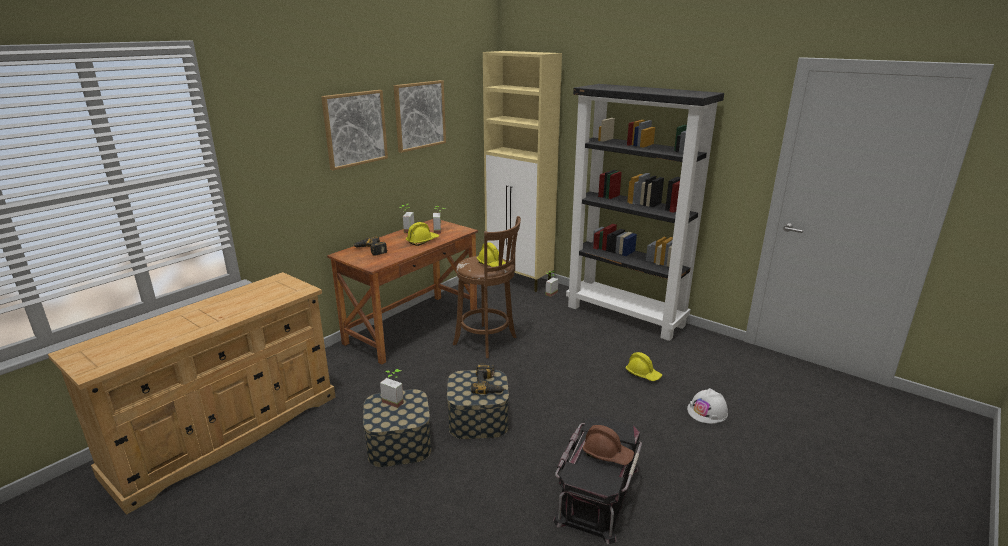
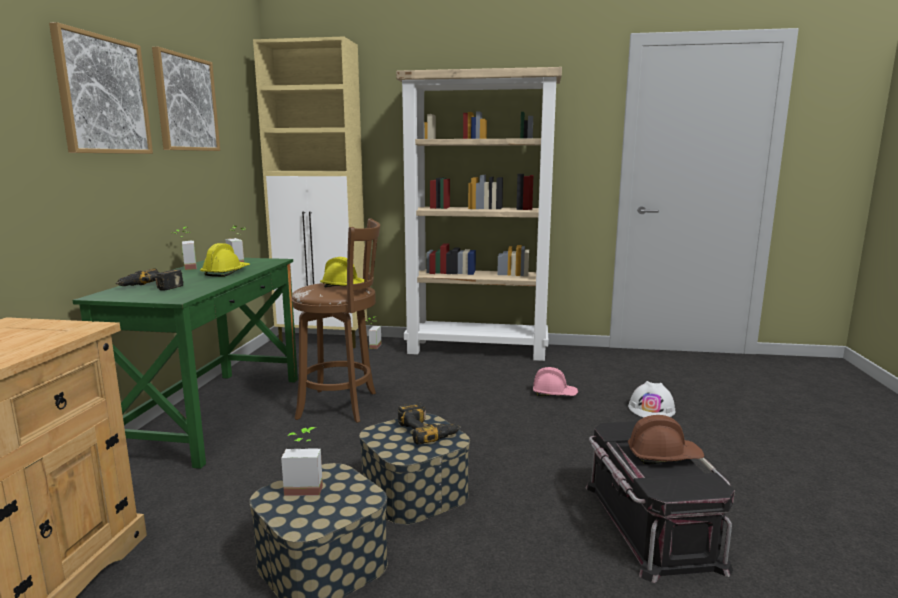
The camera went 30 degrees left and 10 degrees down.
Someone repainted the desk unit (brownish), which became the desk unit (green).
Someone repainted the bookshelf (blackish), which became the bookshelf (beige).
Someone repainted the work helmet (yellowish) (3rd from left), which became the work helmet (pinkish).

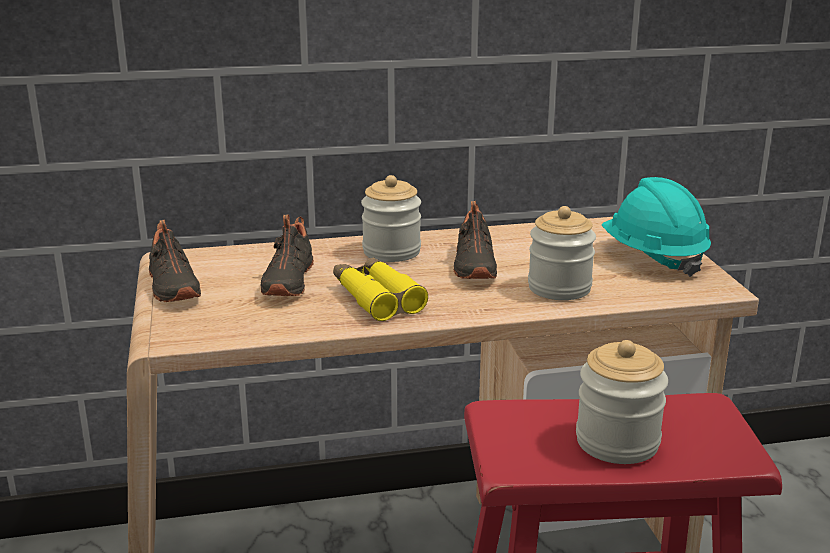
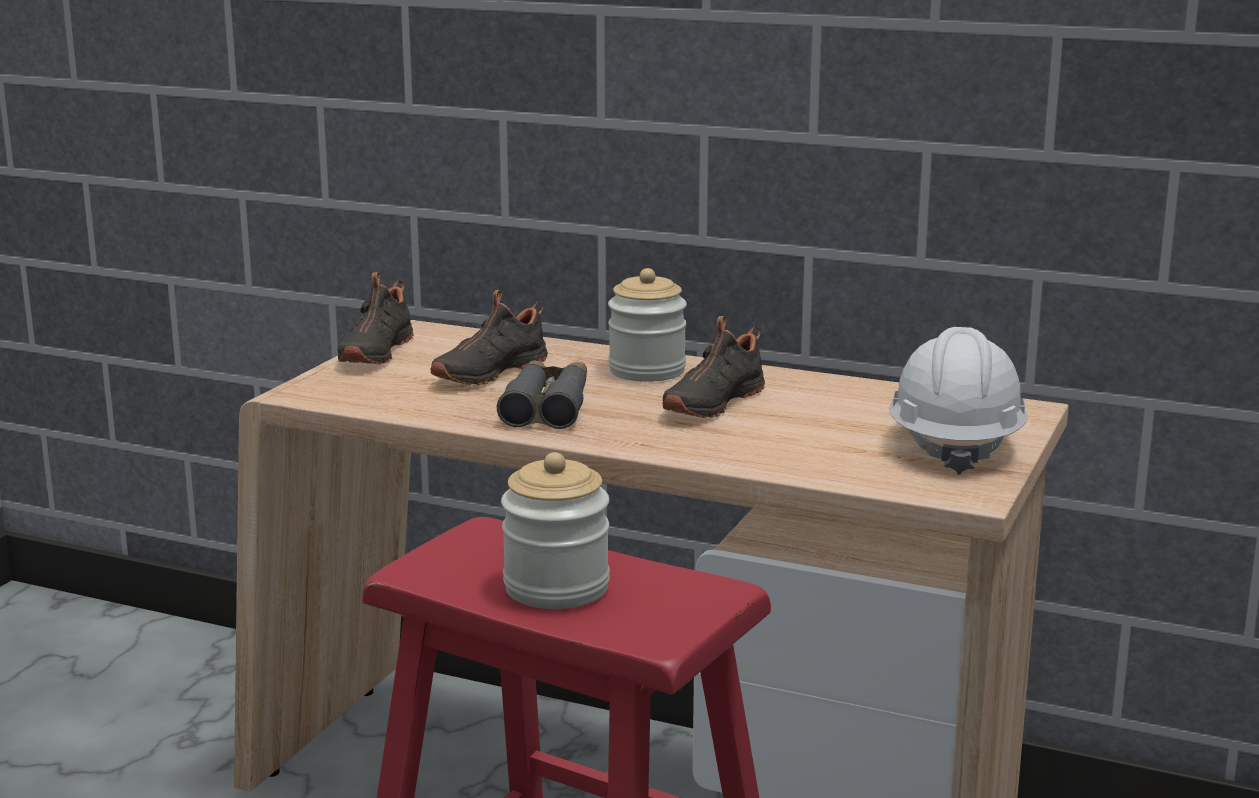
The camera went 35 degrees right and 5 degrees down.
Someone repainted the pair of binoculars (yellowish), which became the pair of binoculars (grey).
Someone repainted the work helmet (turquoise-coloured), which became the work helmet (white).
Someone took away the jar (2nd from left).

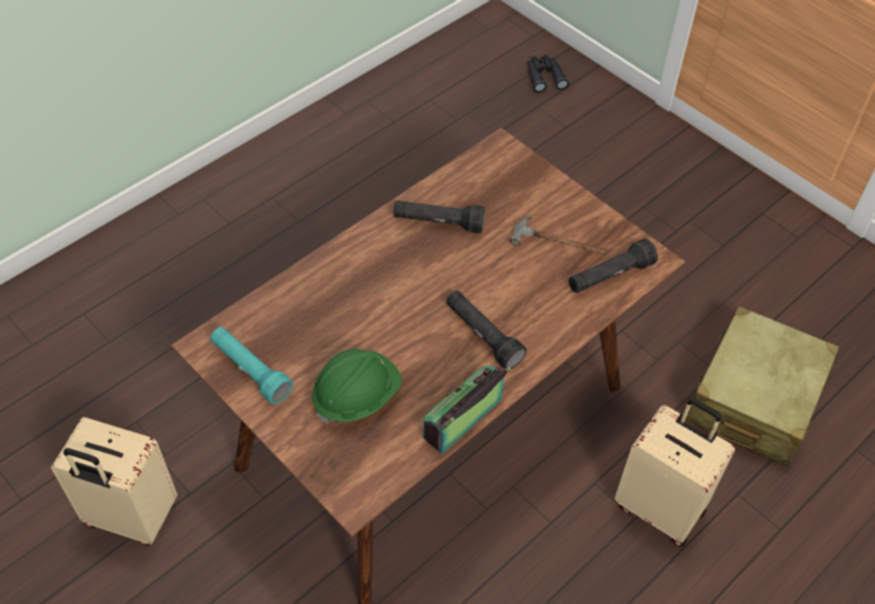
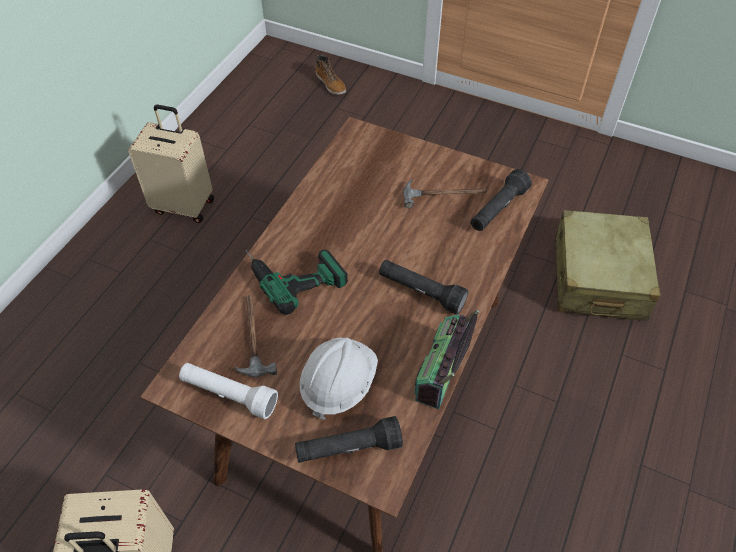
The camera went 20 degrees left and 0 degrees up.
Someone carried the piece of luggage (beige) (2nd from left).
Someone repainted the hand torch (turquoise-coloured), which became the hand torch (white).
Someone put down the hammer (1st from left).
Someone put down the drill.
Someone carried the hand torch (blackish) (1st from left).
Someone repainted the work helmet (green), which became the work helmet (white).
Someone swapped the pair of binoculars (blackish) for the tall boot.

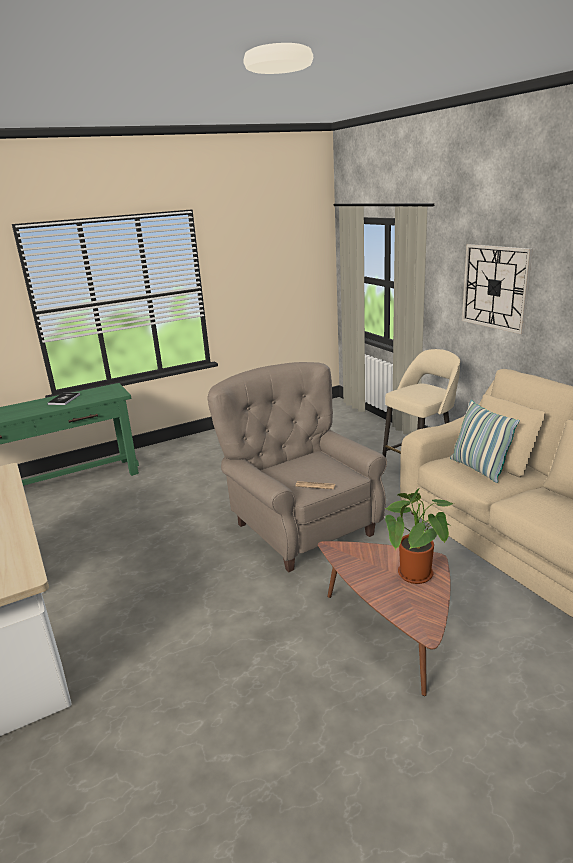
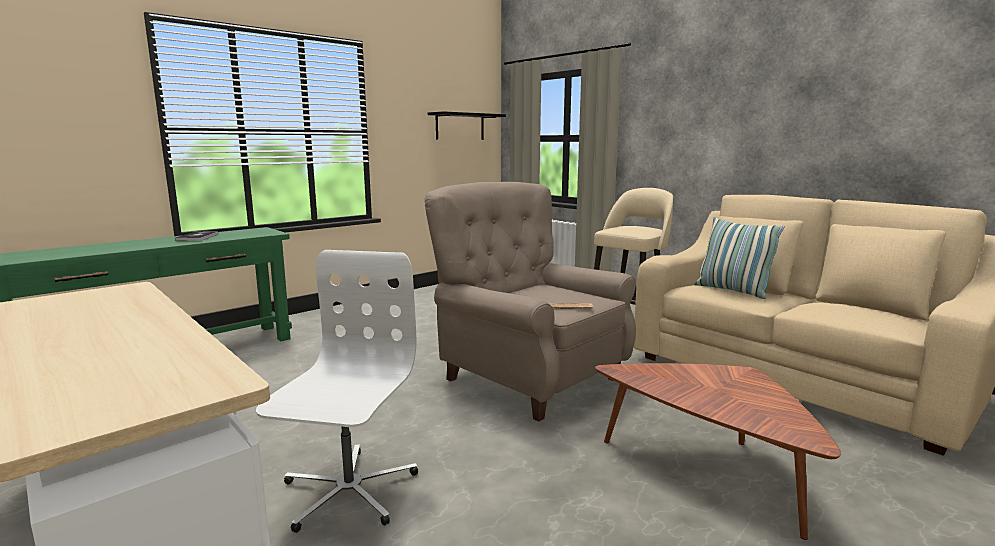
The camera went 15 degrees left and 10 degrees down.
Someone put down the office chair (white).
Someone put up the wall shelf (blackish).
Someone took away the houseplant.
Someone took away the wall clock.

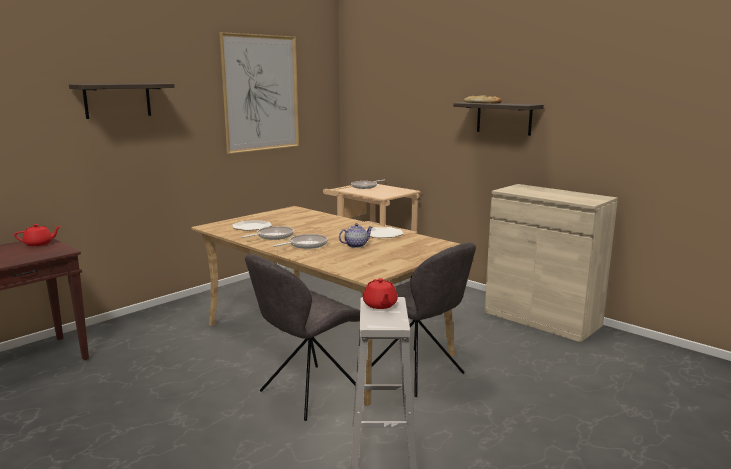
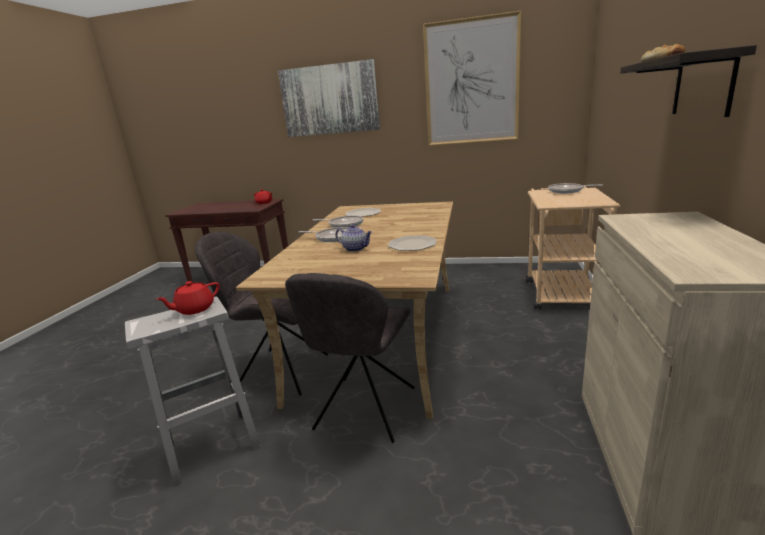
The camera went 60 degrees right and 5 degrees up.
Someone swapped the wall shelf (1st from left) for the picture (1st from left).

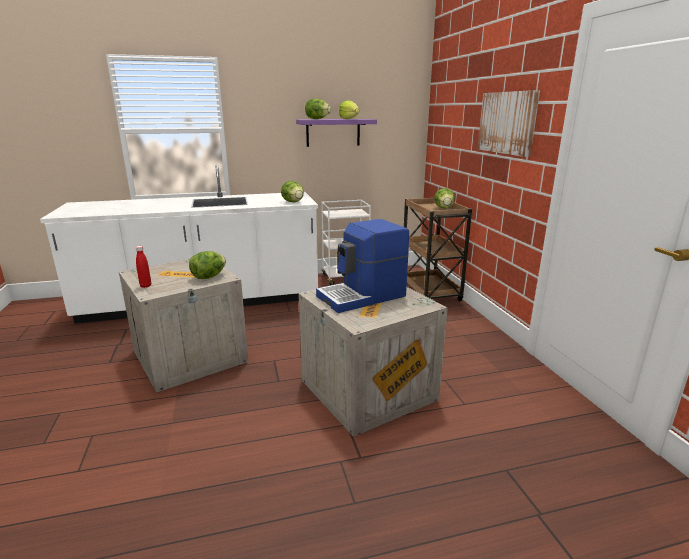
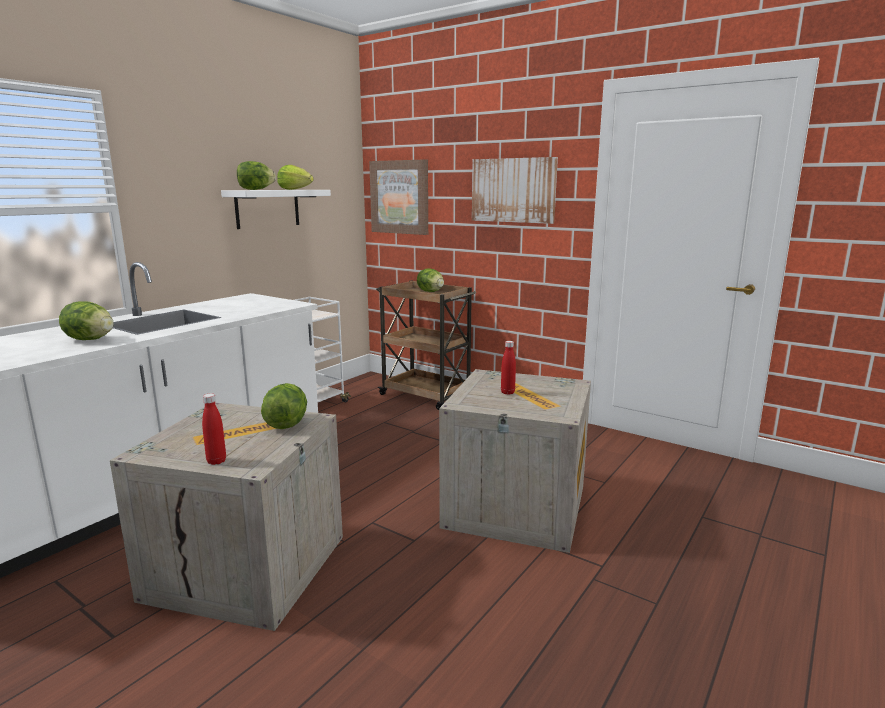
The camera went 40 degrees left and 5 degrees down.
Someone carried the head of lettuce (2nd from left in the first image).
Someone repainted the wall shelf (purple-coloured), which became the wall shelf (white).
Someone put up the picture (1st from left).
Someone swapped the coffee brewer for the drink bottle (red) (2nd from left).

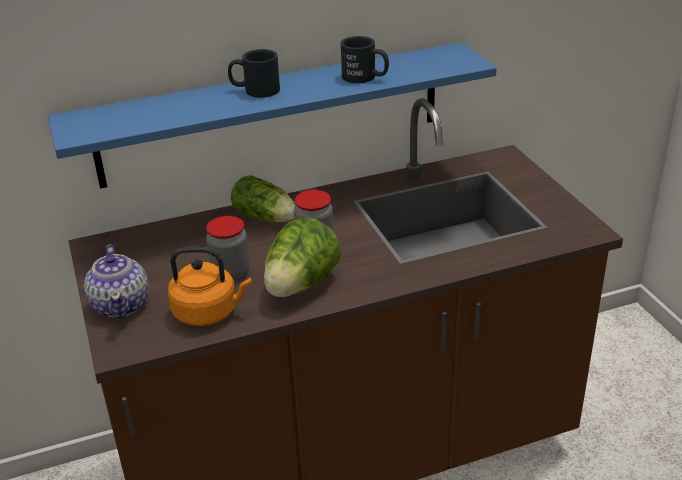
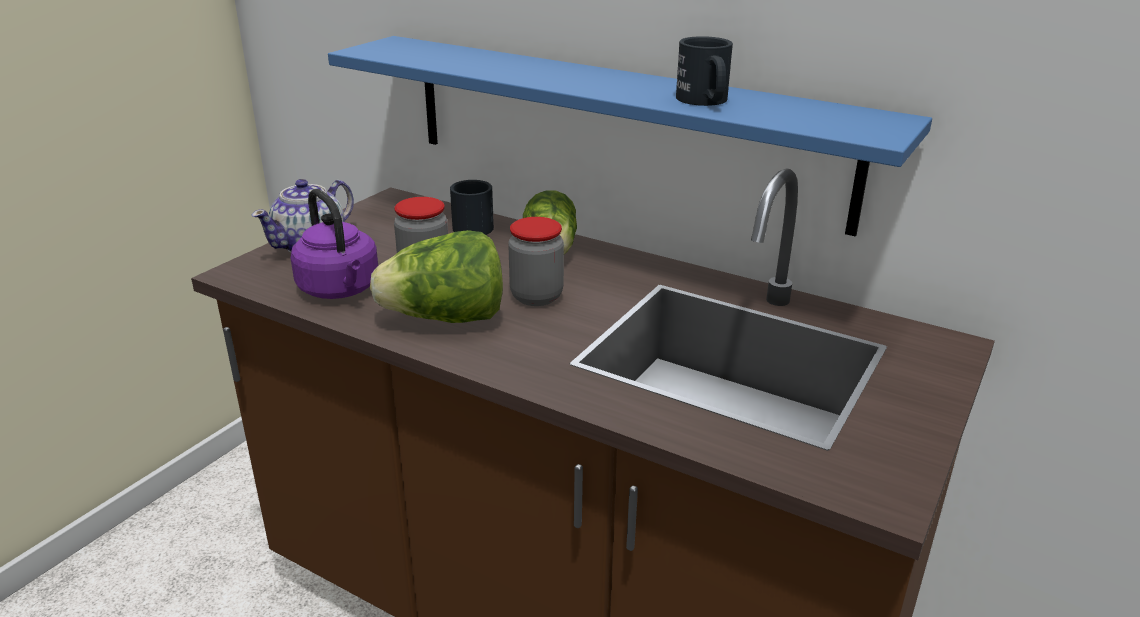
The camera went 50 degrees right and 5 degrees down.
Someone repainted the kettle (orange), which became the kettle (purple-coloured).
Someone carried the coffee mug (blackish) (1st from left).

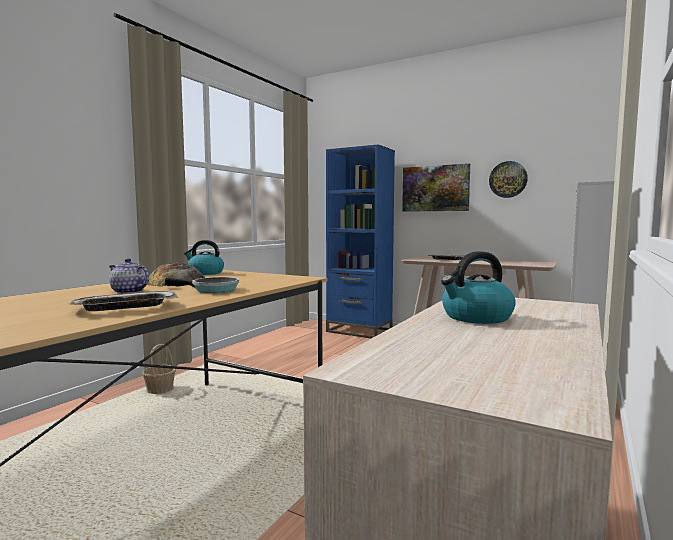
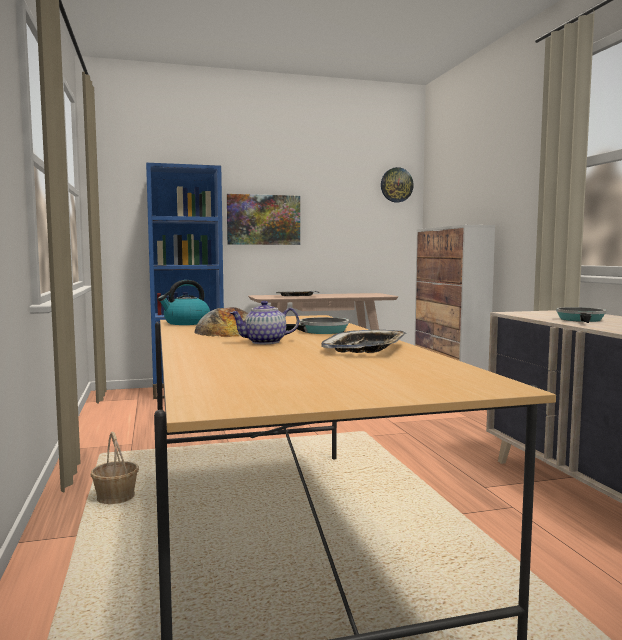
The camera went 45 degrees left and 0 degrees up.
Someone carried the wall clock.
Someone swapped the kettle (2nd from left) for the pan (2nd from left).

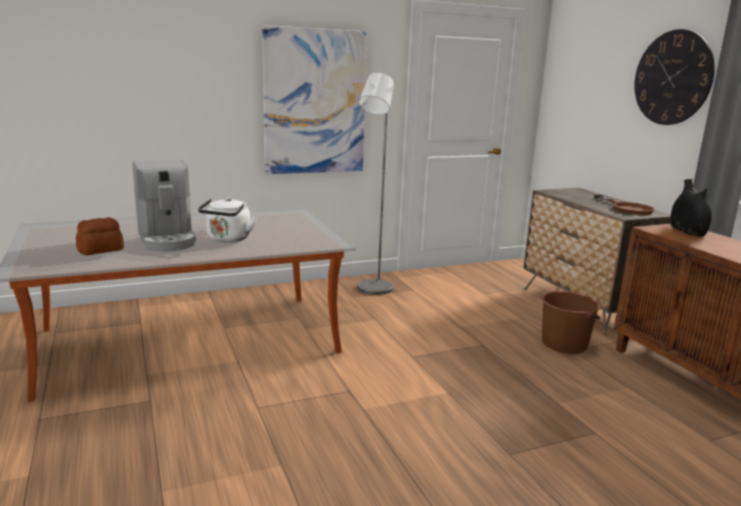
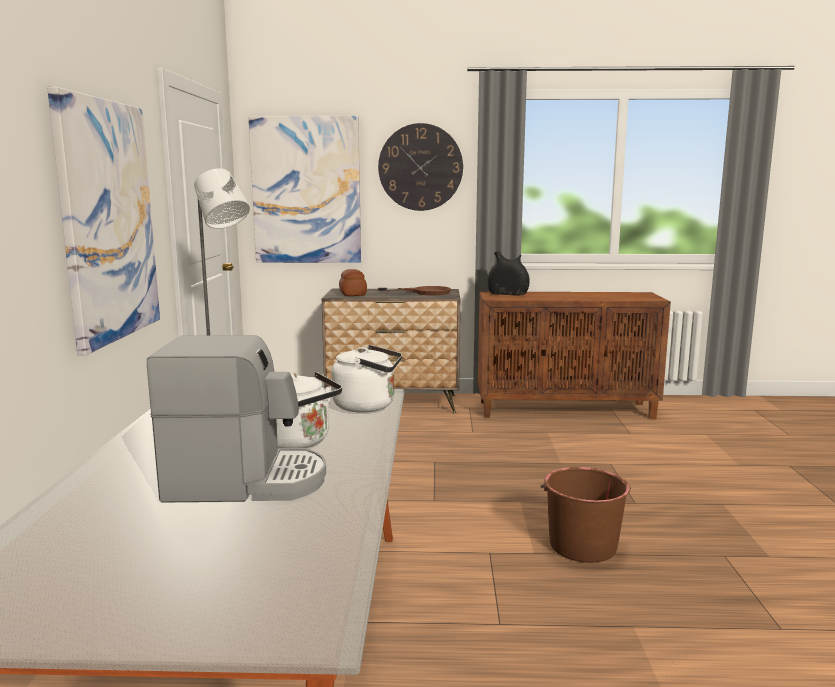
The camera went 65 degrees left and 5 degrees down.
Someone put up the picture (2nd from left).
Someone put down the kettle (white) (2nd from left).
Someone carried the baked bread.
Someone carried the bucket (brownish).

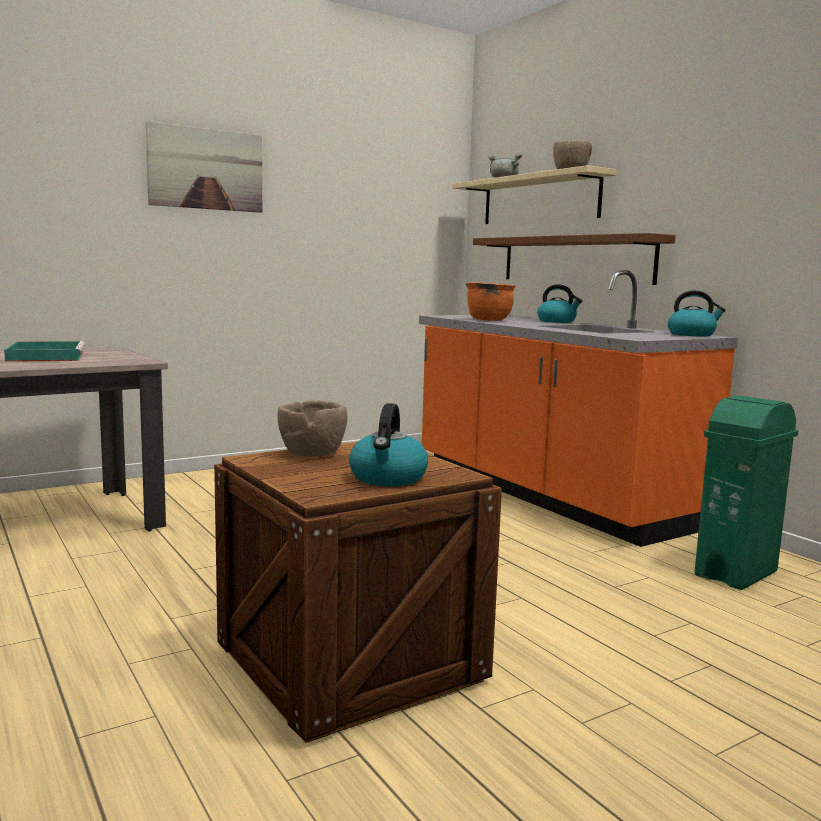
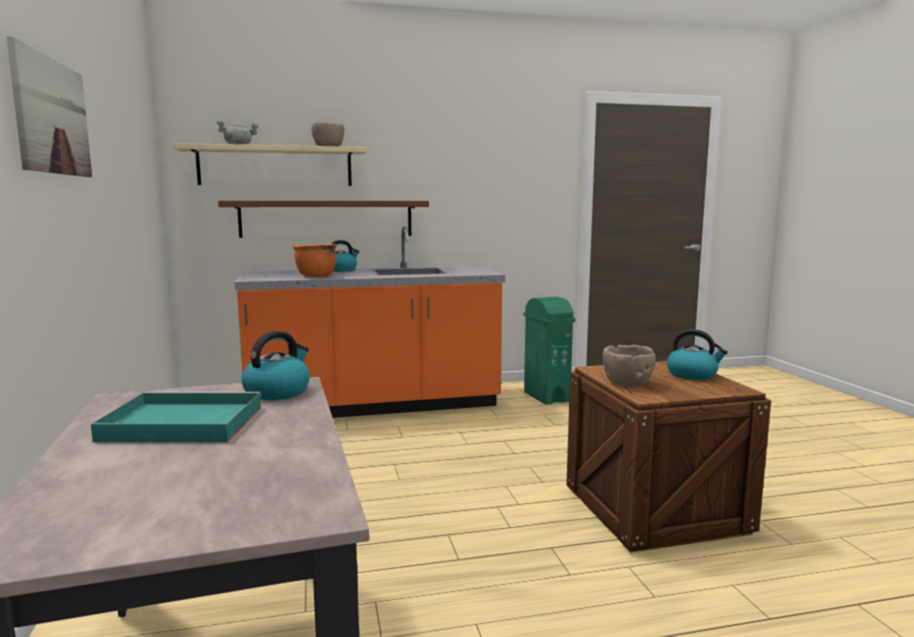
The camera went 70 degrees left and 0 degrees up.
Someone carried the kettle (3rd from left in the first image).

